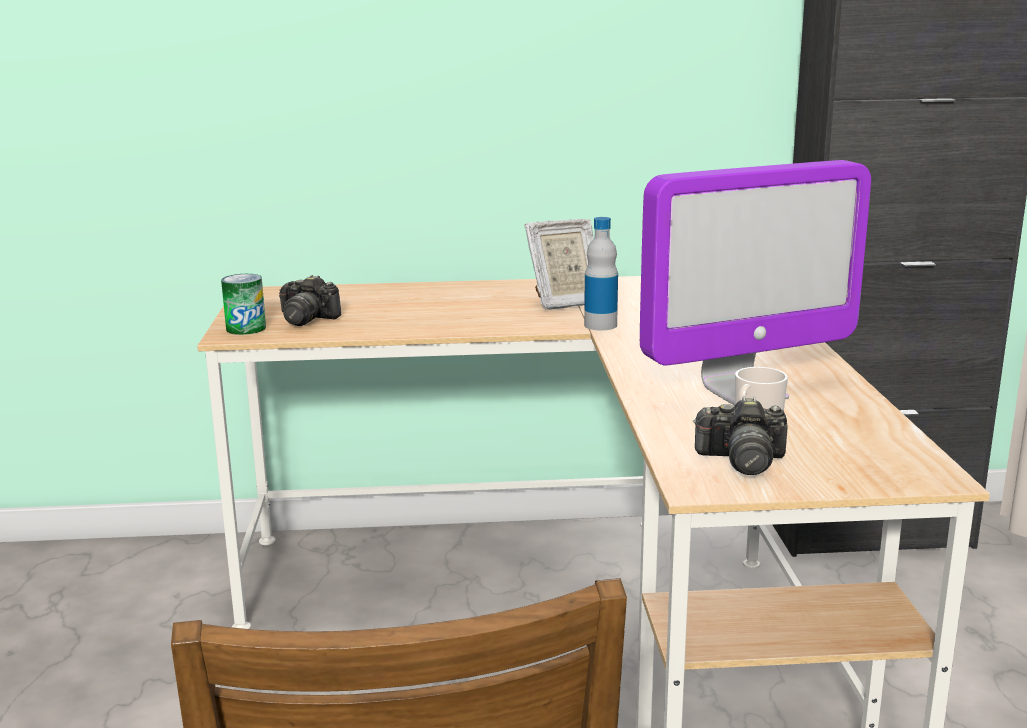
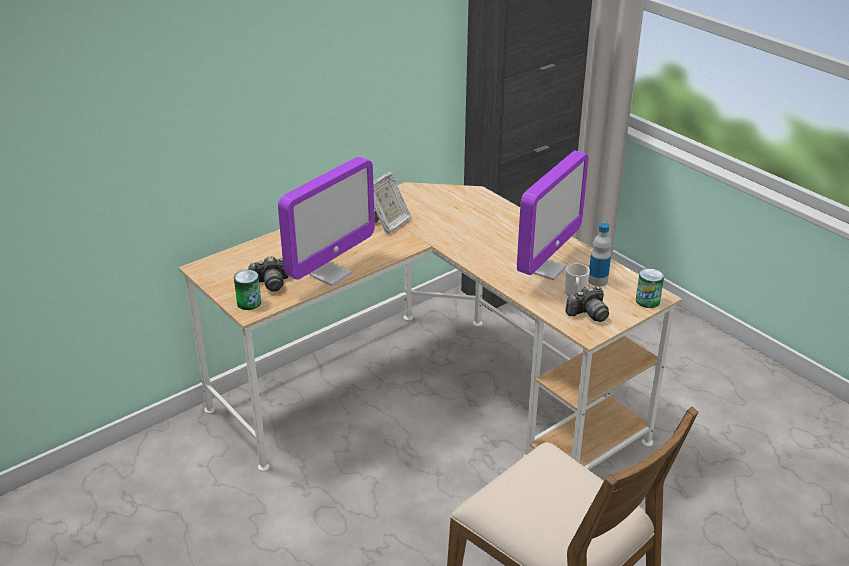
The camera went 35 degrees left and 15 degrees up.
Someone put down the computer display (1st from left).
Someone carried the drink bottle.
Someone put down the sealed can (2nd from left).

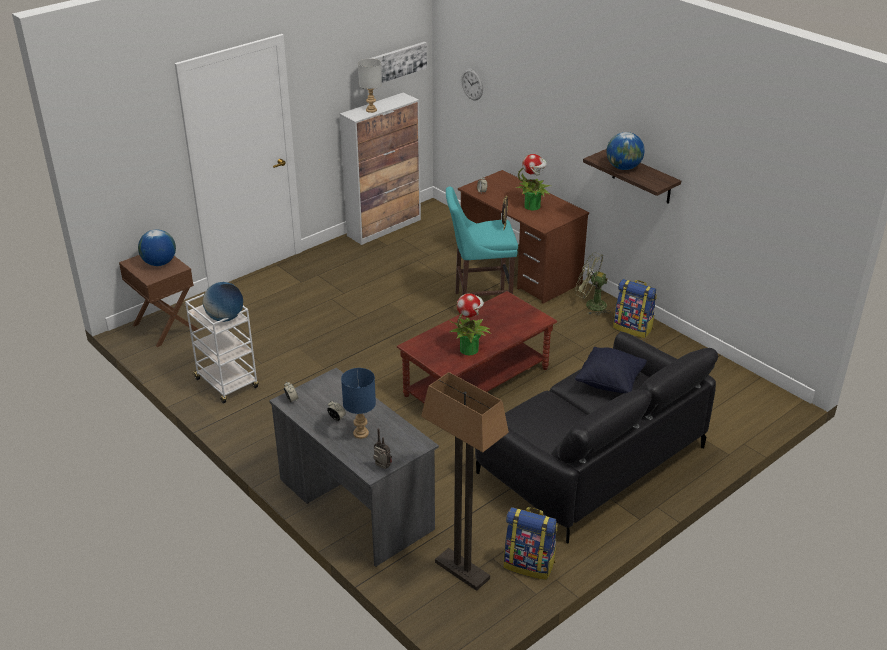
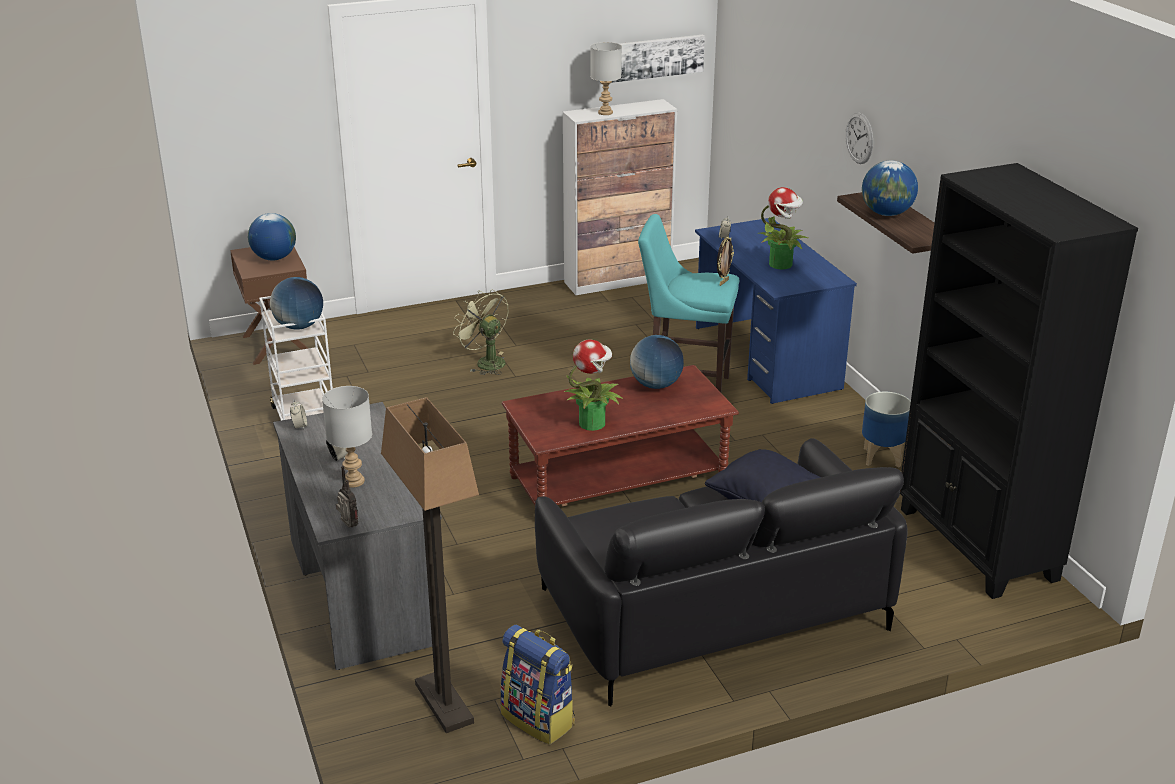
The camera went 20 degrees right and 5 degrees down.
Someone repainted the tabletop lamp (bluish), which became the tabletop lamp (grey) (1st from left).
Someone carried the cooling fan (green).
Someone put down the world globe (3rd from left).
Someone repainted the desk unit (brownish), which became the desk unit (bluish).
Someone carried the wall clock.
Someone swapped the knapsack (2nd from left) for the planter.
Someone put down the bookshelf (blackish).

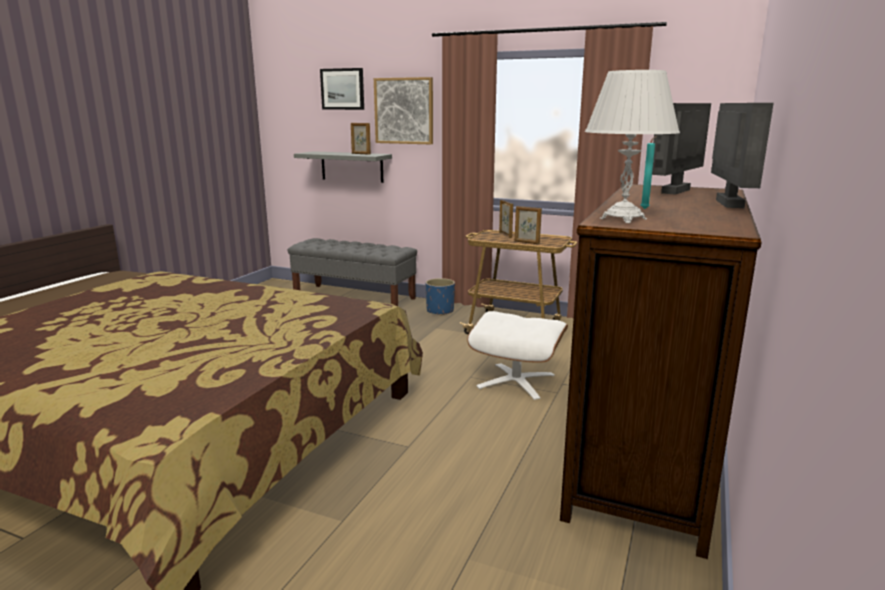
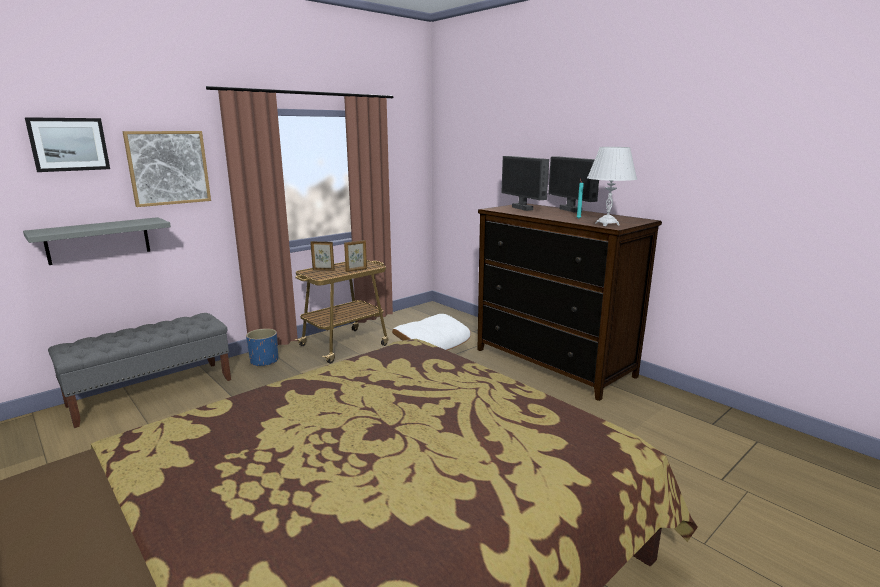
The camera went 65 degrees left and 0 degrees up.
Someone rotated the computer display (2nd from left) by 150 degrees counterclockwise.
Someone took away the photo frame (1st from left).

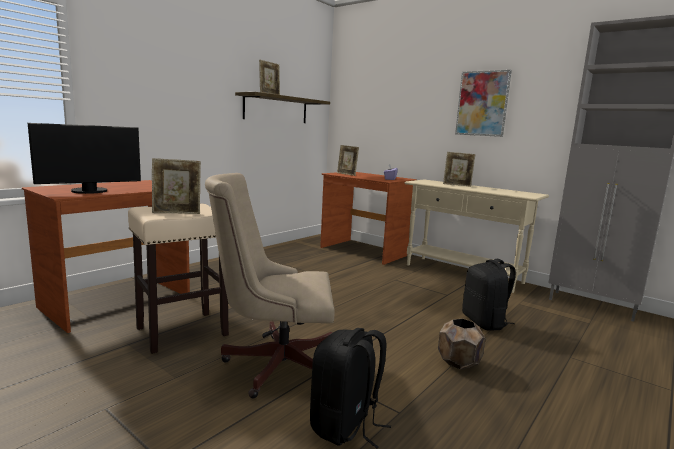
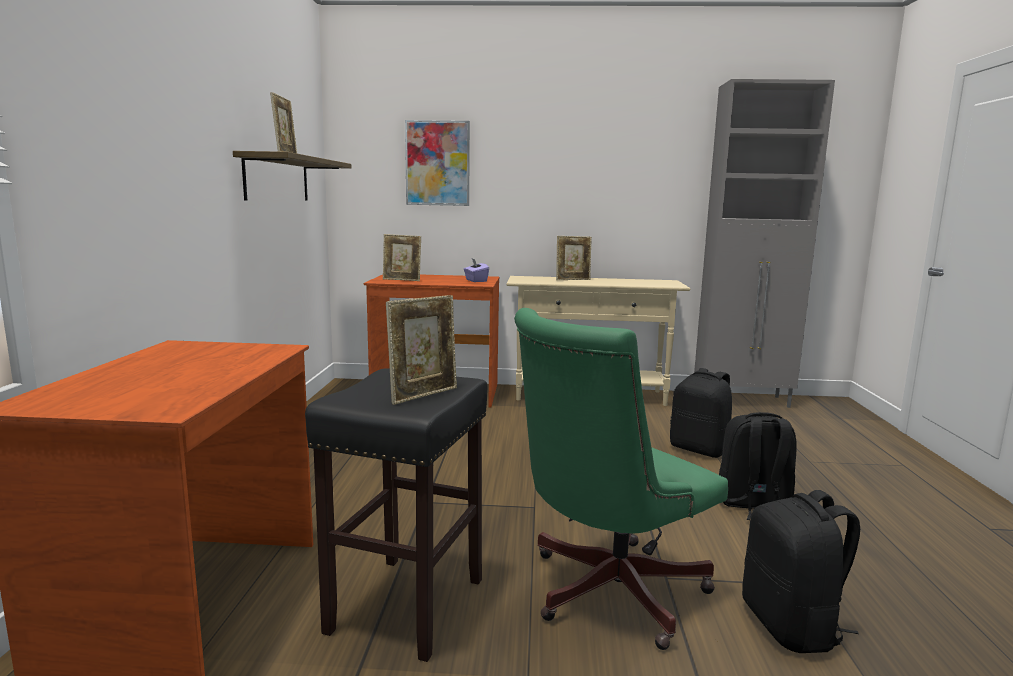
The camera went 35 degrees left and 0 degrees up.
Someone repainted the stool seat (beige), which became the stool seat (blackish).
Someone carried the picture.
Someone repainted the office chair (beige), which became the office chair (green).
Someone swapped the planter (brownish) for the knapsack (blackish) (2nd from left).
Someone took away the computer display.

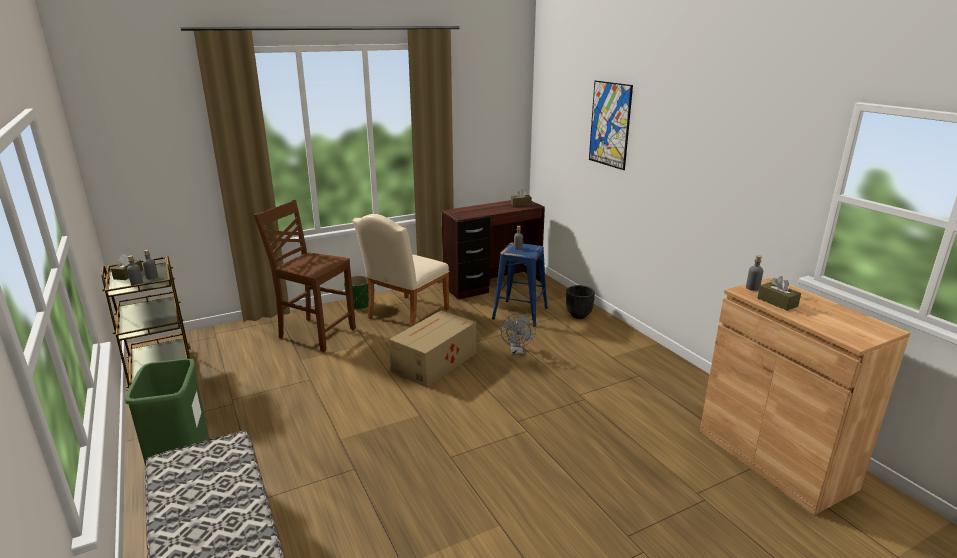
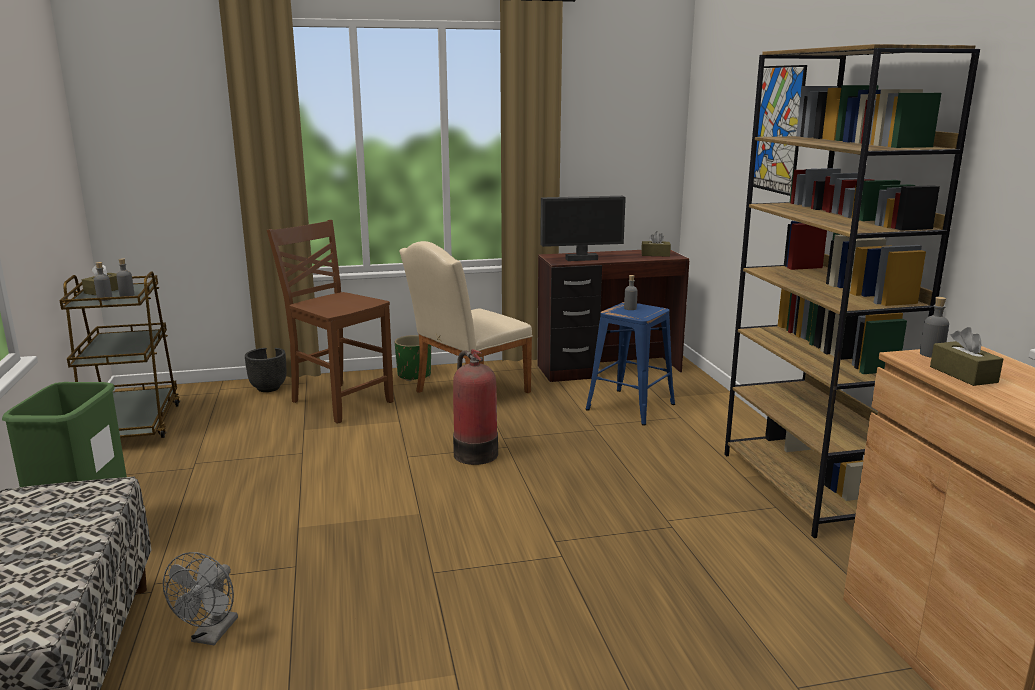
The camera went 15 degrees right and 5 degrees down.
Someone carried the cooling fan (grey).
Someone carried the planter (blackish).
Someone swapped the carton for the fire-fighting cylinder.
Someone put down the computer display.
Someone put down the bookshelf (brownish).

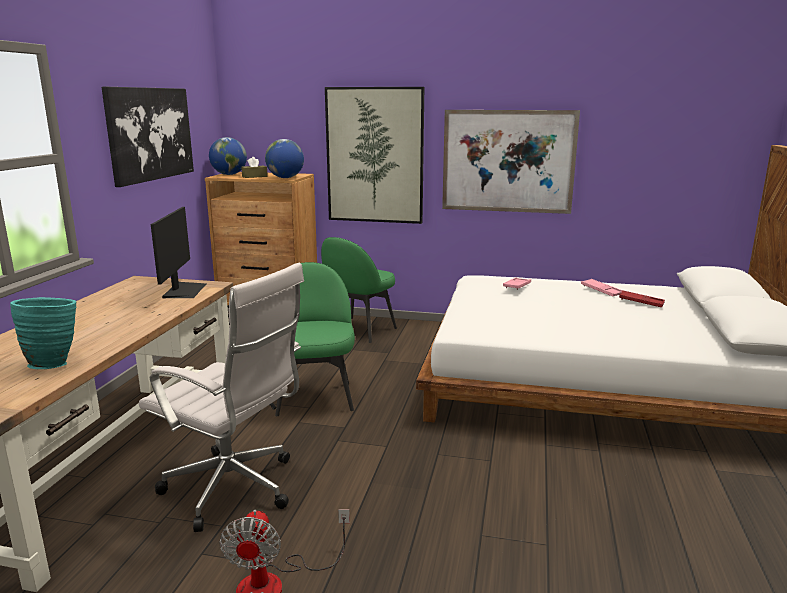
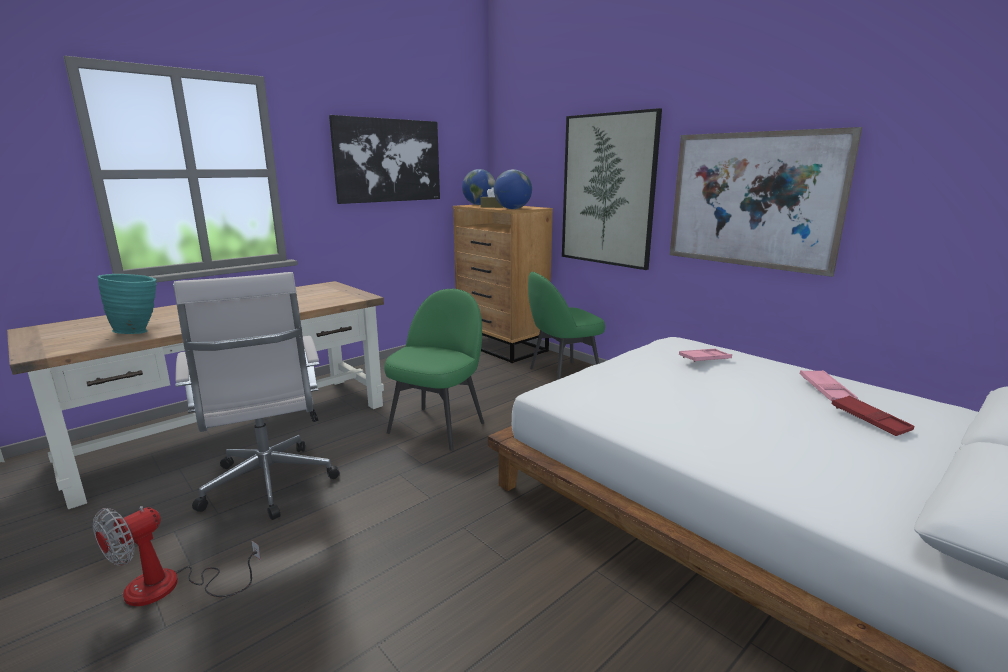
The camera went 35 degrees right and 0 degrees up.
Someone took away the computer display.

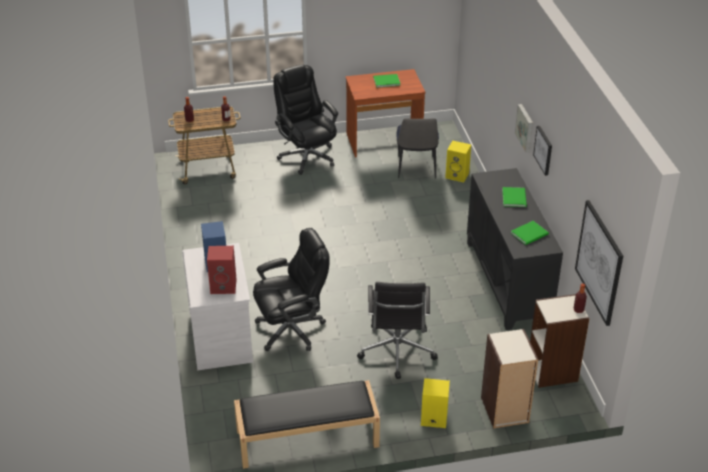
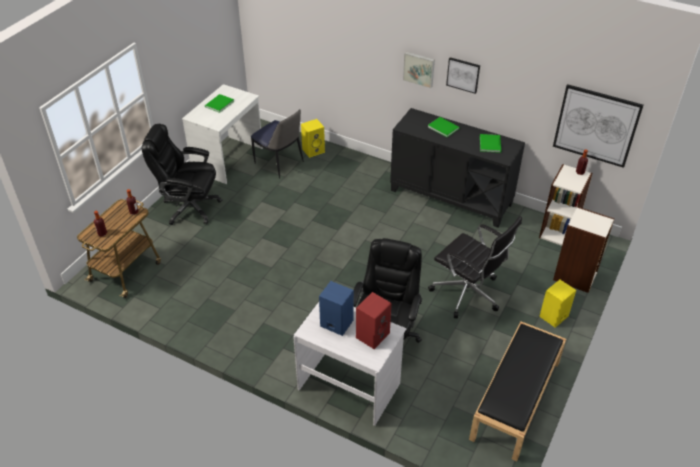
The camera went 50 degrees left and 5 degrees up.
Someone repainted the desk unit (brownish), which became the desk unit (white) (1st from left).

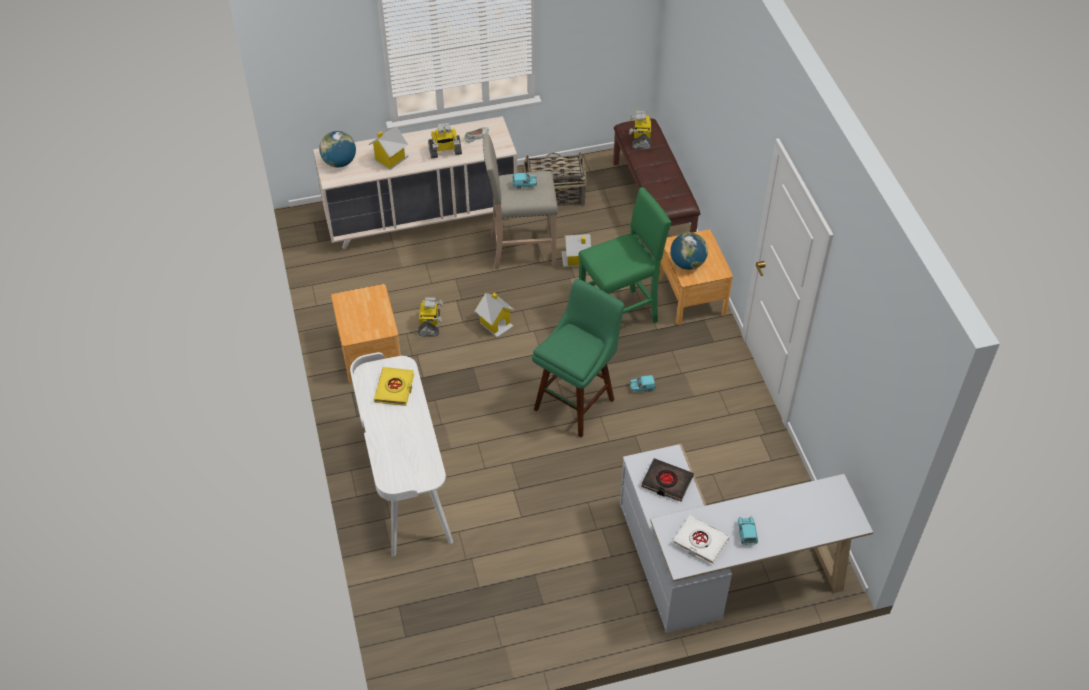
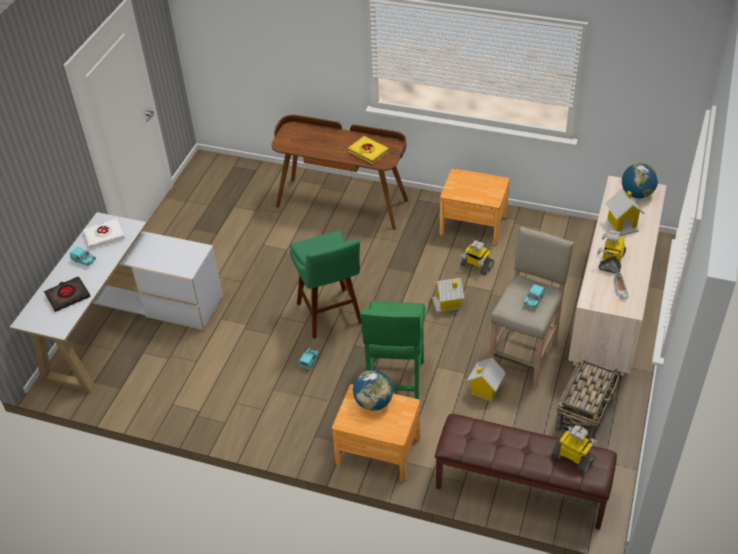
The camera went 125 degrees right and 5 degrees down.
Someone carried the volume (blackish).
Someone repainted the desk unit (white) (1st from left), which became the desk unit (brownish).

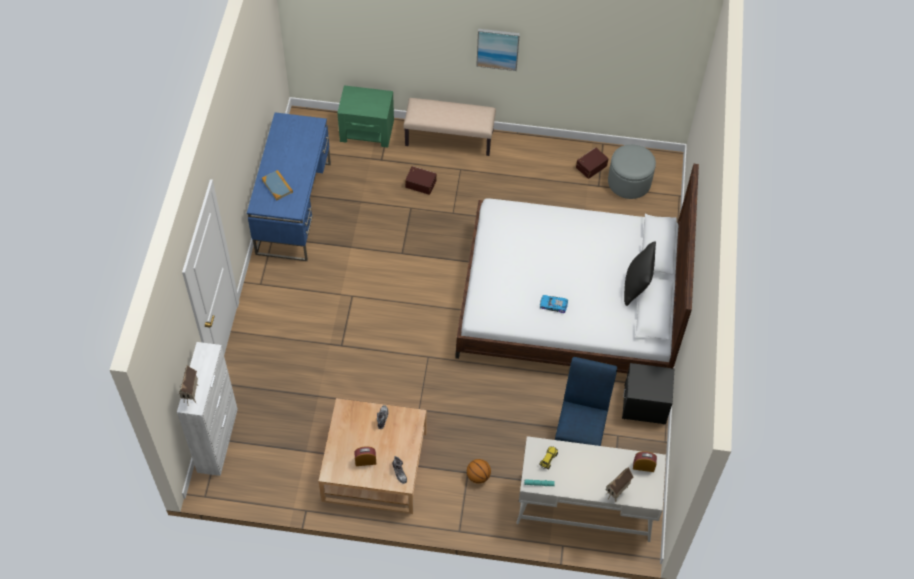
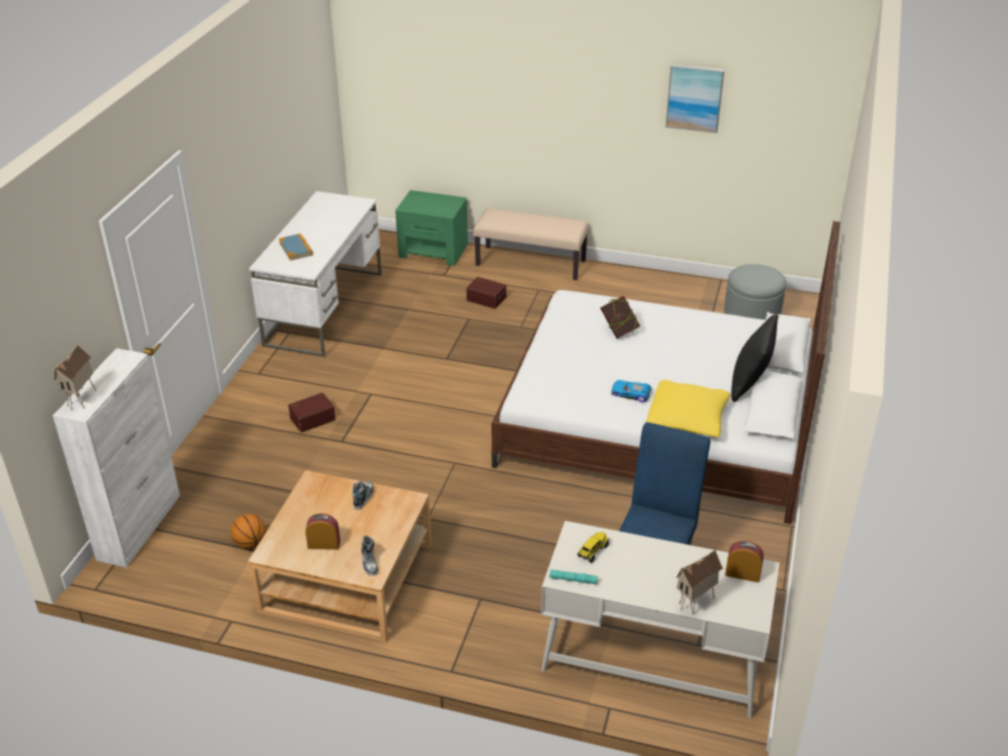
The camera went 10 degrees right and 20 degrees down.
Someone carried the basketball ball.
Someone repainted the desk unit (bluish), which became the desk unit (white) (1st from left).
Someone carried the storage box (brownish) (2nd from left in the first image).
Someone put down the volume (2nd from left).
Someone put down the throw pillow (yellowish).
Someone carried the picture.
Someone took away the bedside table (blackish).

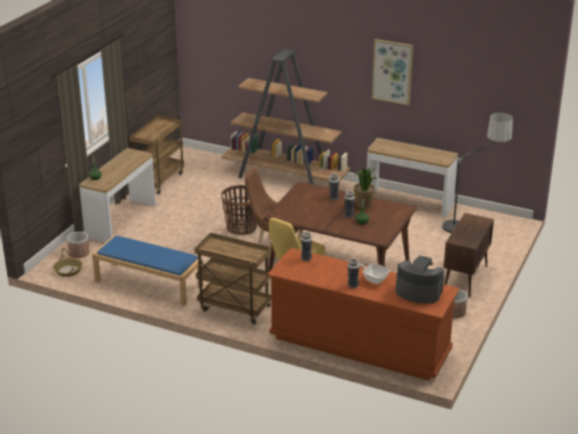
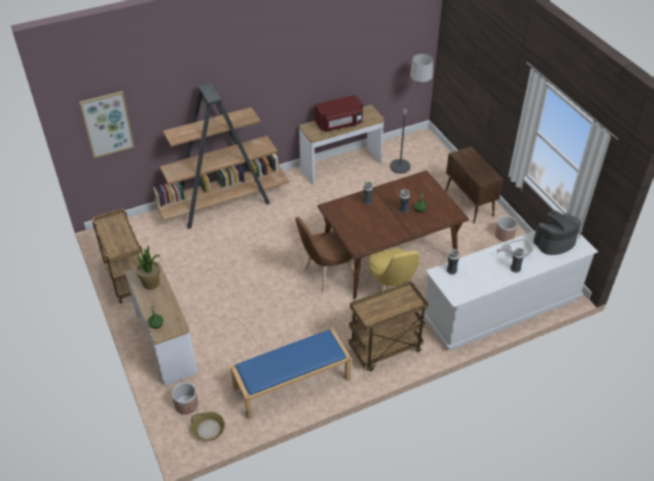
The camera went 50 degrees left and 15 degrees up.
Someone carried the picture.
Someone carried the houseplant.
Someone put down the microwave (red).
Someone repainted the drawer chest (brownish), which became the drawer chest (white).
Someone took away the household basket (2nd from left).

